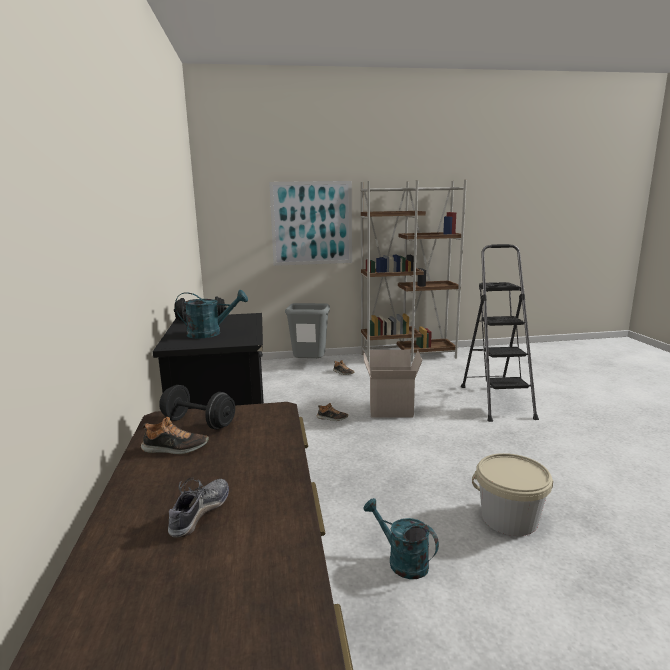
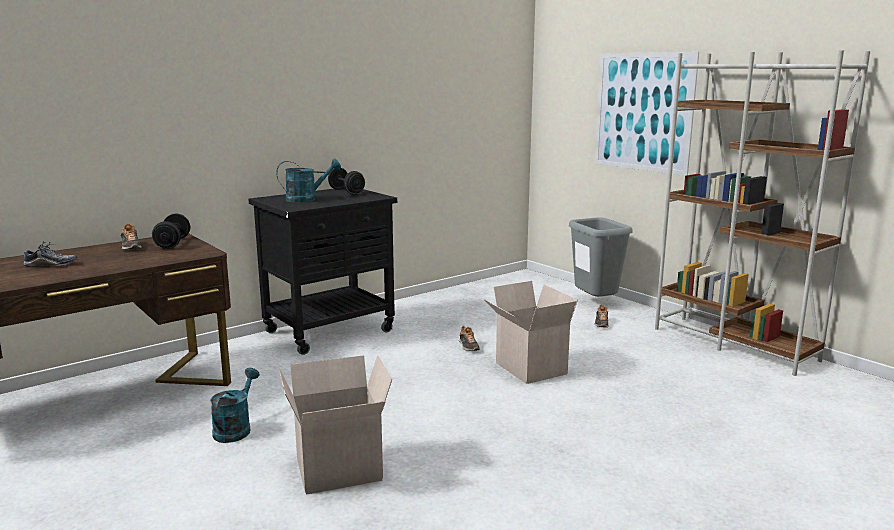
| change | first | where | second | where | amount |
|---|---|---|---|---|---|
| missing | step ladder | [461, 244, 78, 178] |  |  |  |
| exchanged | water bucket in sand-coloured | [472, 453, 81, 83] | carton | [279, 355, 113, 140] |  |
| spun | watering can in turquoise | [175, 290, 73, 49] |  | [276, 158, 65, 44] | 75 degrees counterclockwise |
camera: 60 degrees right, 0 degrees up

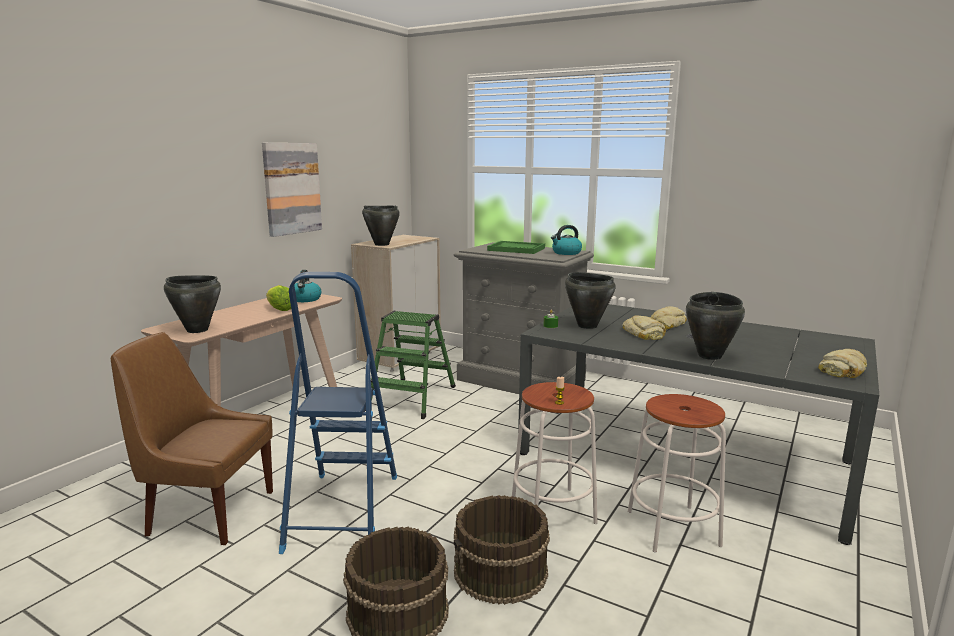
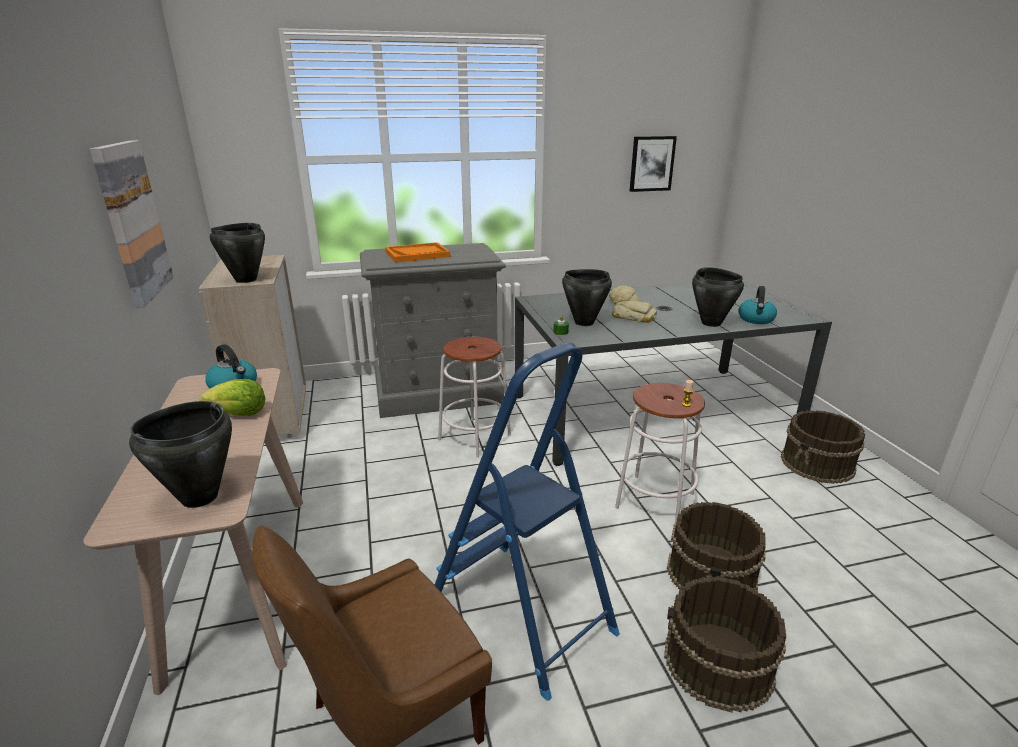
| change | first | where | second | where | amount |
|---|---|---|---|---|---|
| missing | step ladder in green-coloured | [365, 311, 91, 108] |  |  |  |
| missing | baked bread | [818, 349, 49, 29] |  |  |  |
| appeared |  |  | wall picture | [630, 136, 47, 56] |  |
| appeared |  |  | water bucket in brownish | [781, 410, 84, 74] |  |
| relocated | water kettle | [551, 225, 31, 30] |  | [738, 286, 39, 38] |  |
| relocated | stool seat in white-coloured | [628, 394, 98, 159] |  | [438, 337, 73, 121] |  |
| colour | carrying tray in green-coloured | [487, 241, 58, 13] | carrying tray in orange | [385, 242, 65, 21] |  |
camera: 45 degrees left, 10 degrees up

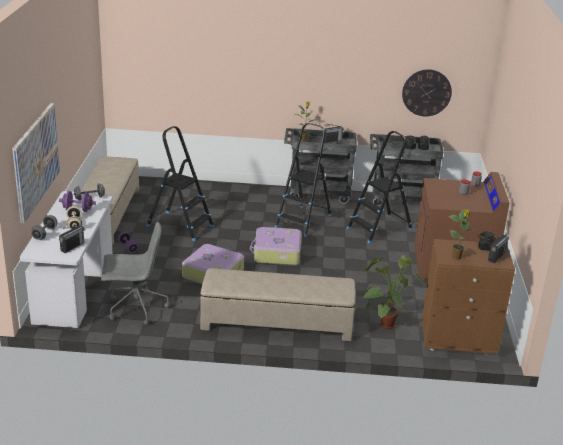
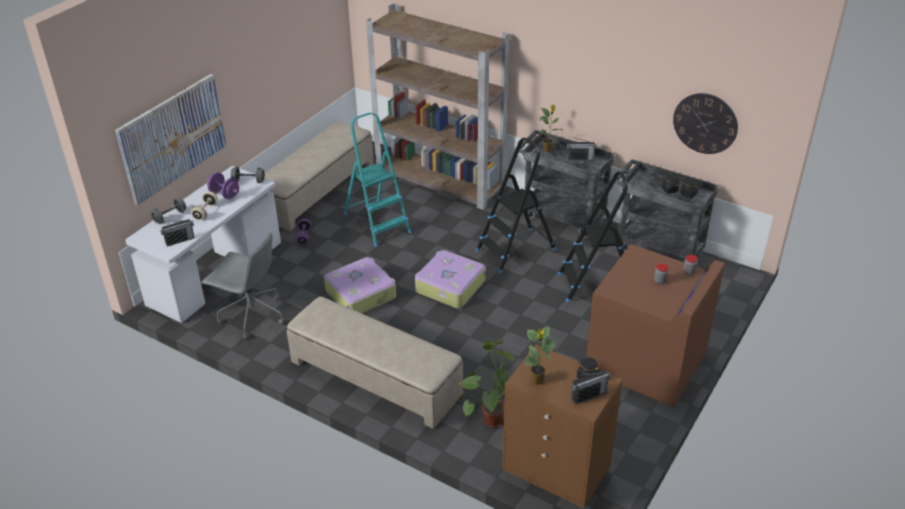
| change | first | where | second | where | amount |
|---|---|---|---|---|---|
| appeared |  |  | bookshelf in brownish | [366, 4, 143, 206] |  |
| colour | step ladder in blackish | [146, 126, 68, 115] | step ladder in turquoise | [344, 113, 67, 134] |  |
camera: 30 degrees right, 10 degrees up

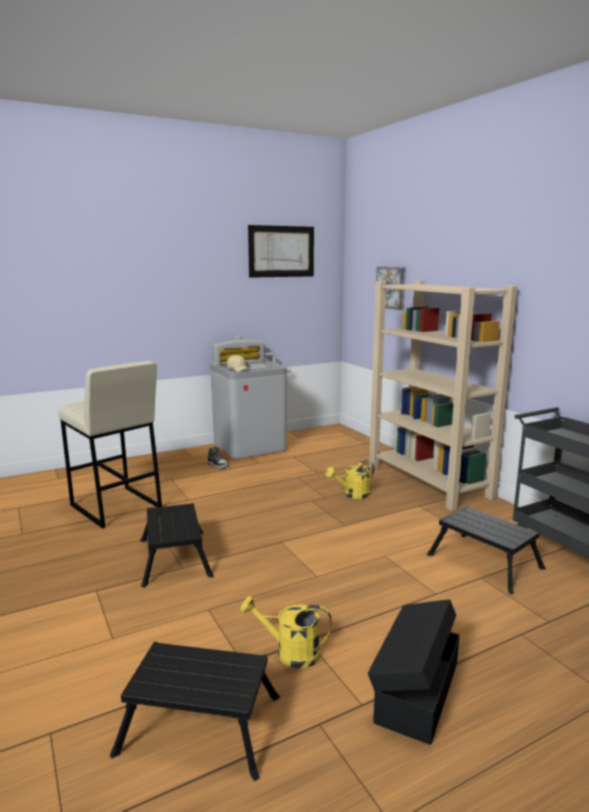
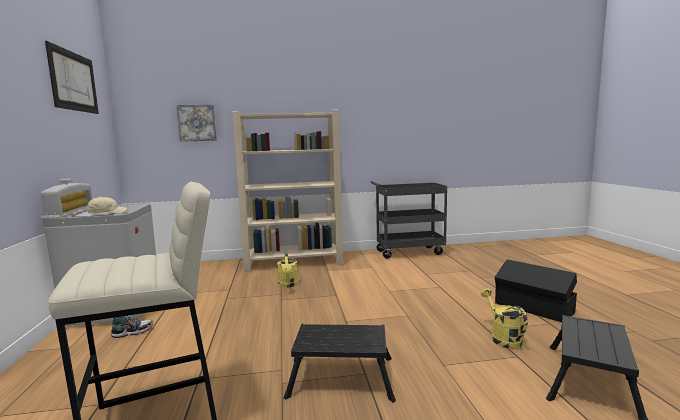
| change | first | where | second | where | amount |
|---|---|---|---|---|---|
| missing | step ladder in blackish | [427, 506, 119, 88] |  |  |  |
| spun | watering can in yellow | [240, 596, 92, 73] |  | [481, 288, 47, 61] | 135 degrees clockwise |
camera: 70 degrees left, 5 degrees down

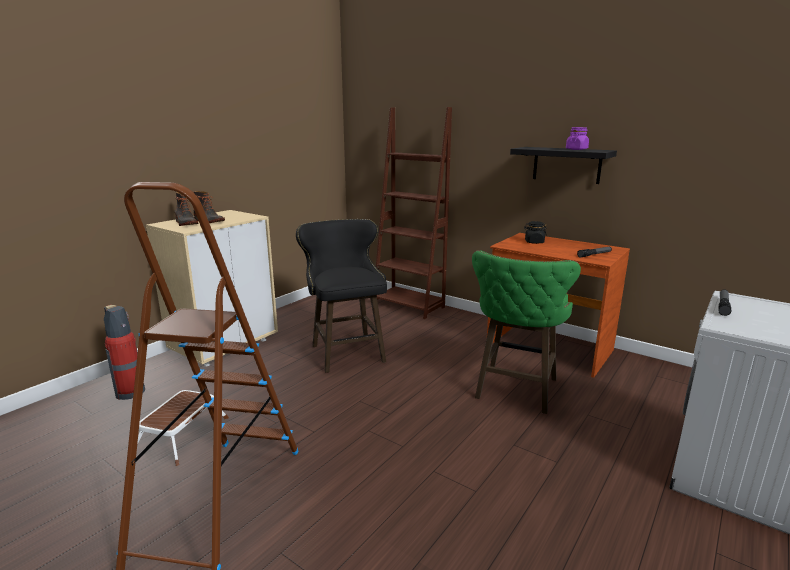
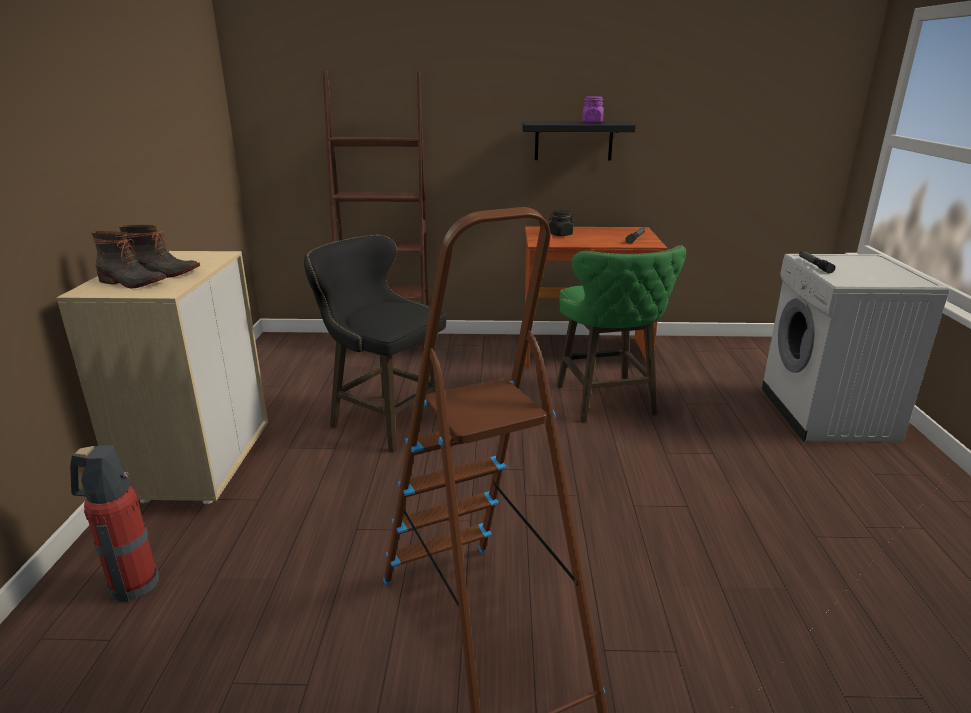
| change | first | where | second | where | amount |
|---|---|---|---|---|---|
| missing | step ladder in brownish | [137, 390, 92, 76] |  |  |  |
camera: 35 degrees left, 5 degrees up

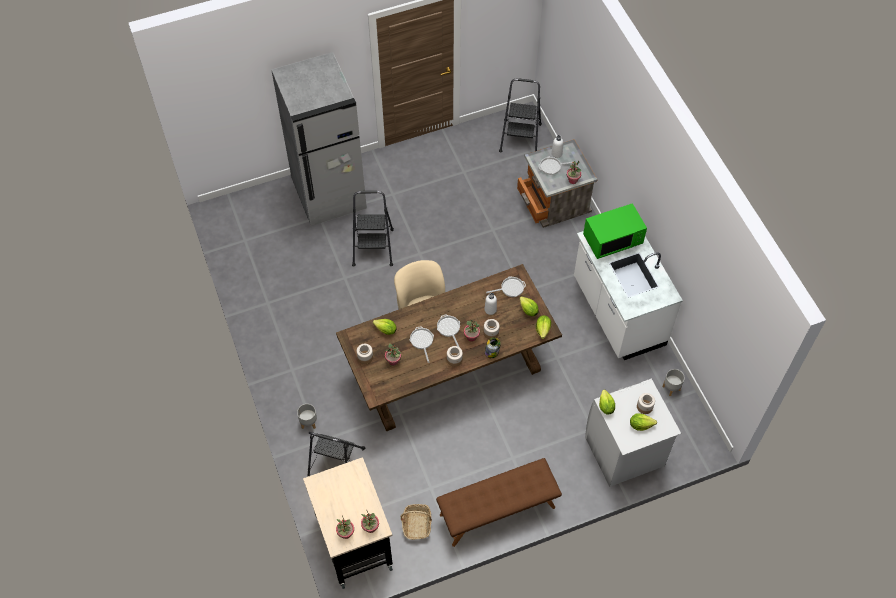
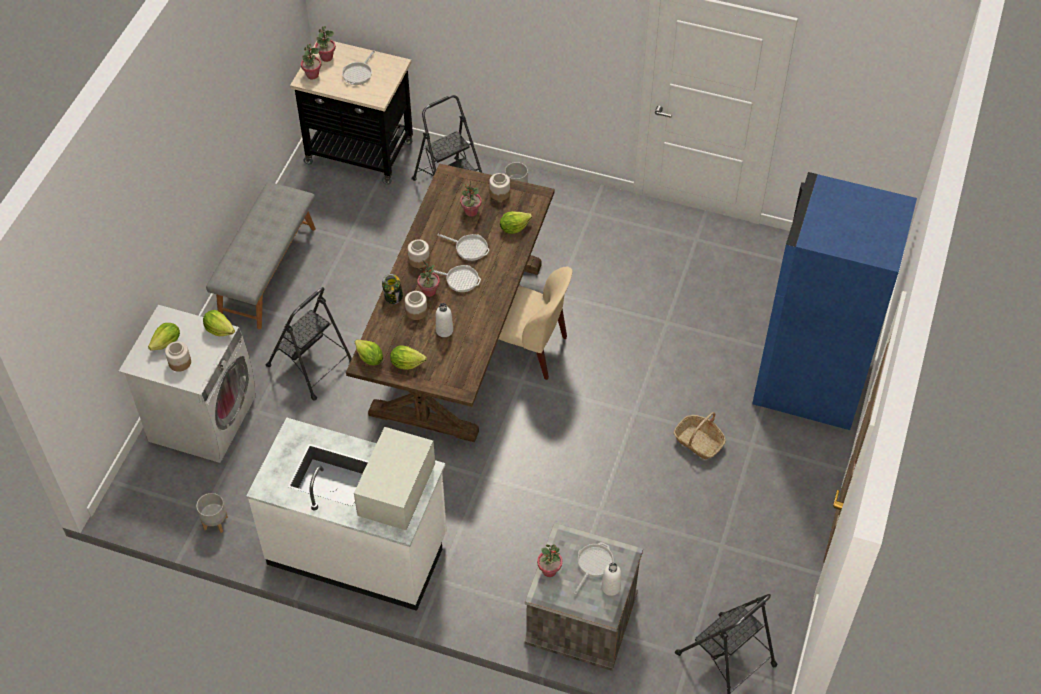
| change | first | where | second | where | amount |
|---|---|---|---|---|---|
| relocated | step ladder in blackish | [352, 191, 42, 75] |  | [266, 287, 86, 114] |  |
| relocated | household basket | [401, 504, 31, 36] |  | [673, 412, 53, 48] |  |
| relocated | skillet | [486, 276, 40, 21] |  | [342, 50, 33, 35] |  |
| colour | kitchen fridge in gray | [271, 52, 96, 174] | kitchen fridge in blue-coloured | [752, 172, 165, 258] |  |
| colour | long seat in brownish | [436, 458, 126, 89] | long seat in gray | [206, 182, 110, 147] |  |
| colour | kitchen microwave in green-coloured | [583, 203, 64, 56] | kitchen microwave in white-coloured | [354, 427, 81, 103] |  |
camera: 130 degrees right, 5 degrees down

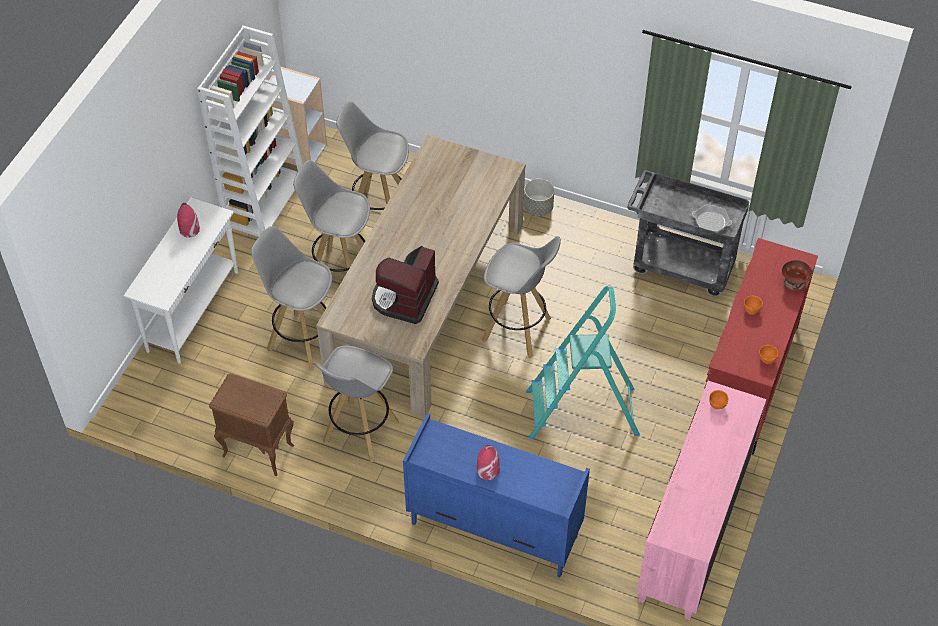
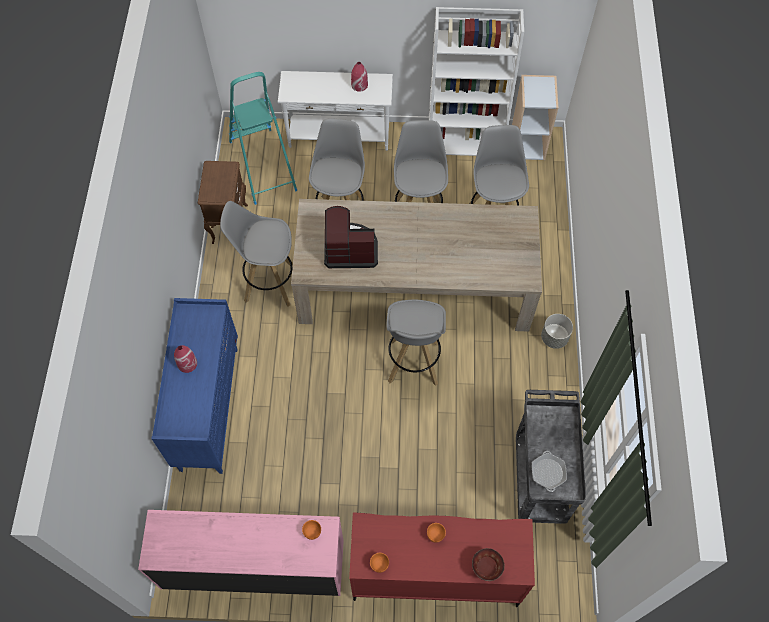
| change | first | where | second | where | amount |
|---|---|---|---|---|---|
| relocated | step ladder in turquoise | [526, 286, 114, 153] |  | [229, 72, 68, 133] |  |
camera: 70 degrees right, 10 degrees up

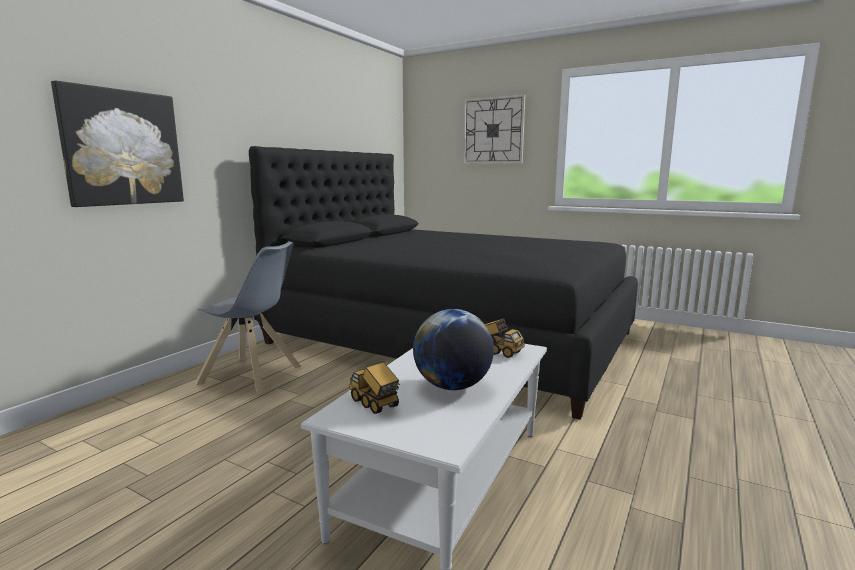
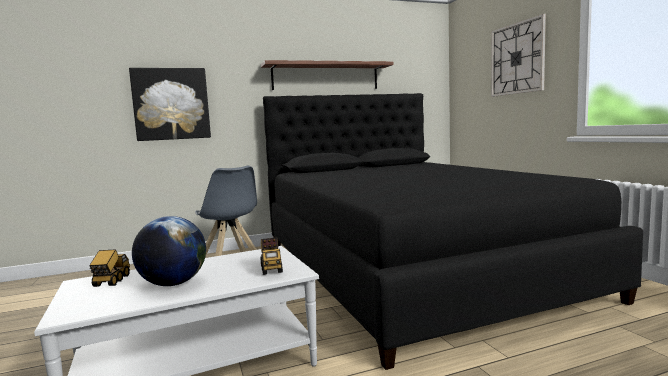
| change | first | where | second | where | amount |
|---|---|---|---|---|---|
| appeared |  |  | wall shelf | [261, 60, 133, 30] |  |
camera: 40 degrees right, 5 degrees down

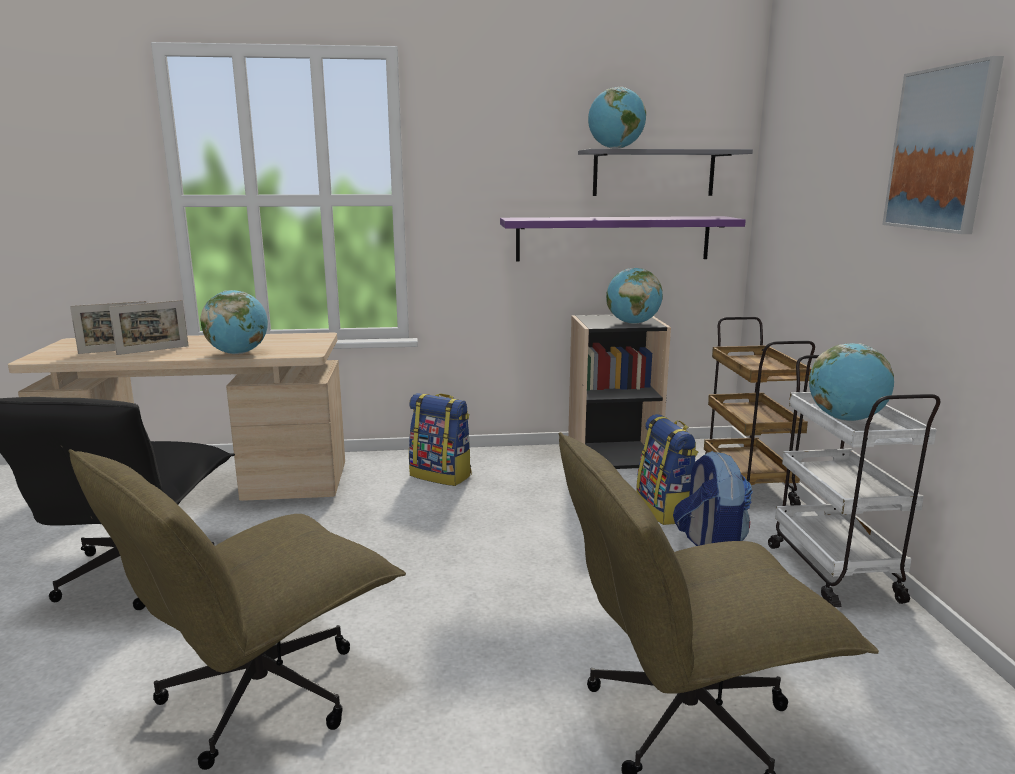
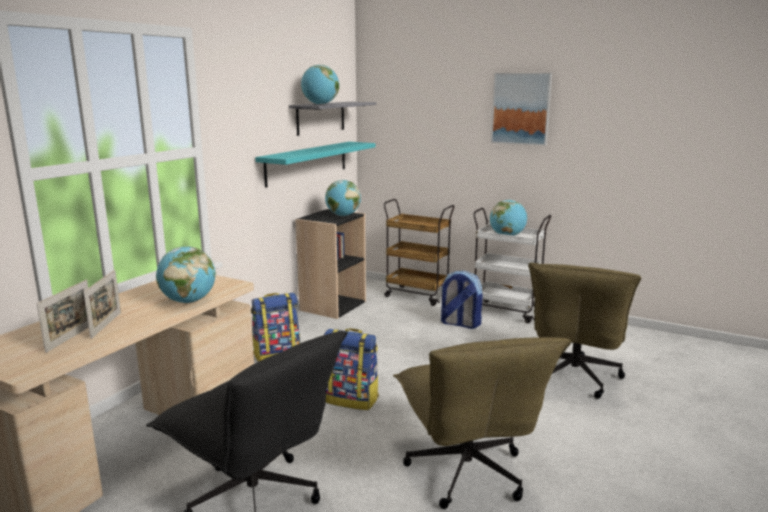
| change | first | where | second | where | amount |
|---|---|---|---|---|---|
| relocated | rucksack | [636, 414, 62, 111] |  | [324, 328, 55, 82] |  |
| colour | wall shelf in purplish | [500, 216, 246, 45] | wall shelf in turquoise | [255, 142, 121, 46] |  |
camera: 55 degrees left, 0 degrees up

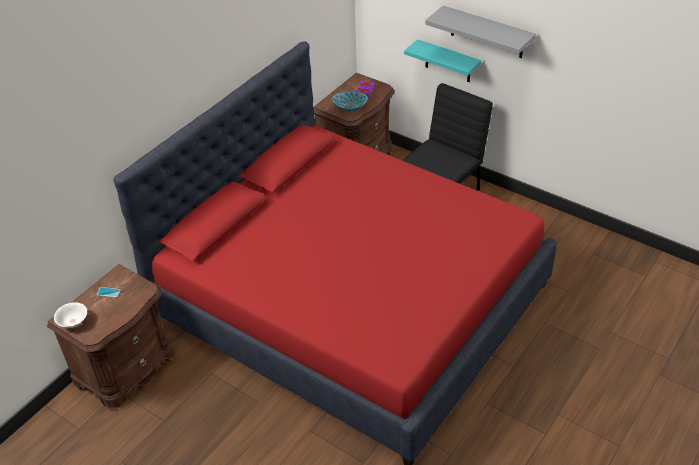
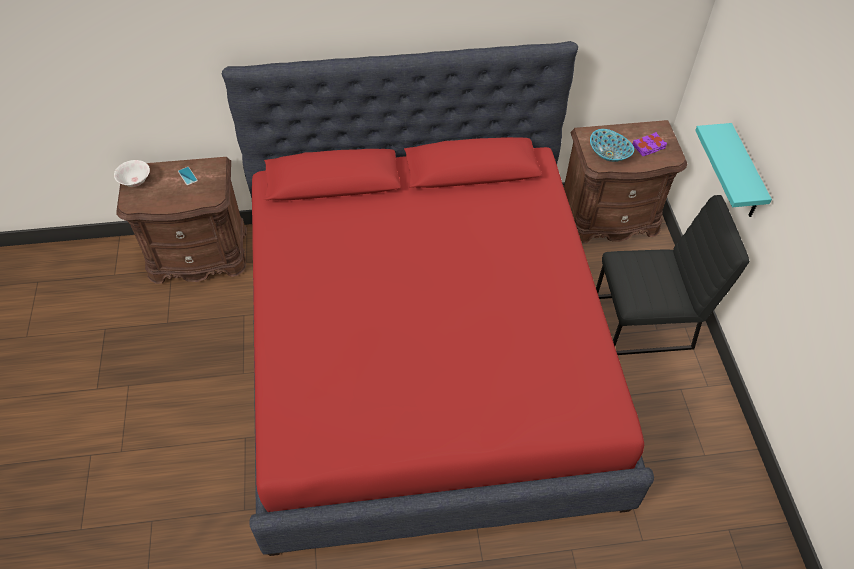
| change | first | where | second | where | amount |
|---|---|---|---|---|---|
| missing | wall shelf in gray | [425, 6, 111, 52] |  |  |  |
camera: 45 degrees right, 10 degrees up

